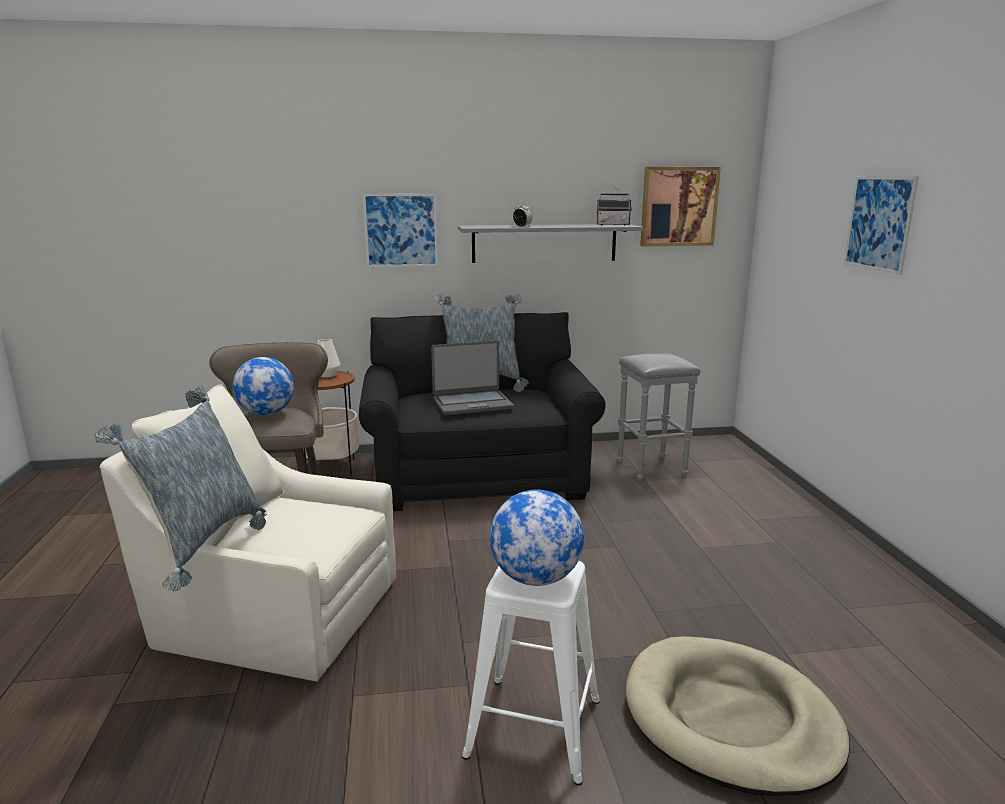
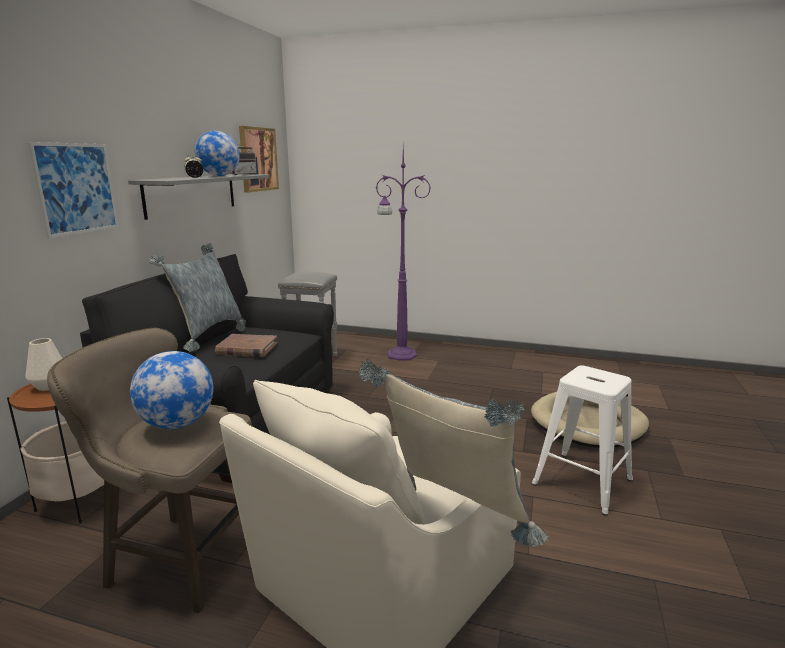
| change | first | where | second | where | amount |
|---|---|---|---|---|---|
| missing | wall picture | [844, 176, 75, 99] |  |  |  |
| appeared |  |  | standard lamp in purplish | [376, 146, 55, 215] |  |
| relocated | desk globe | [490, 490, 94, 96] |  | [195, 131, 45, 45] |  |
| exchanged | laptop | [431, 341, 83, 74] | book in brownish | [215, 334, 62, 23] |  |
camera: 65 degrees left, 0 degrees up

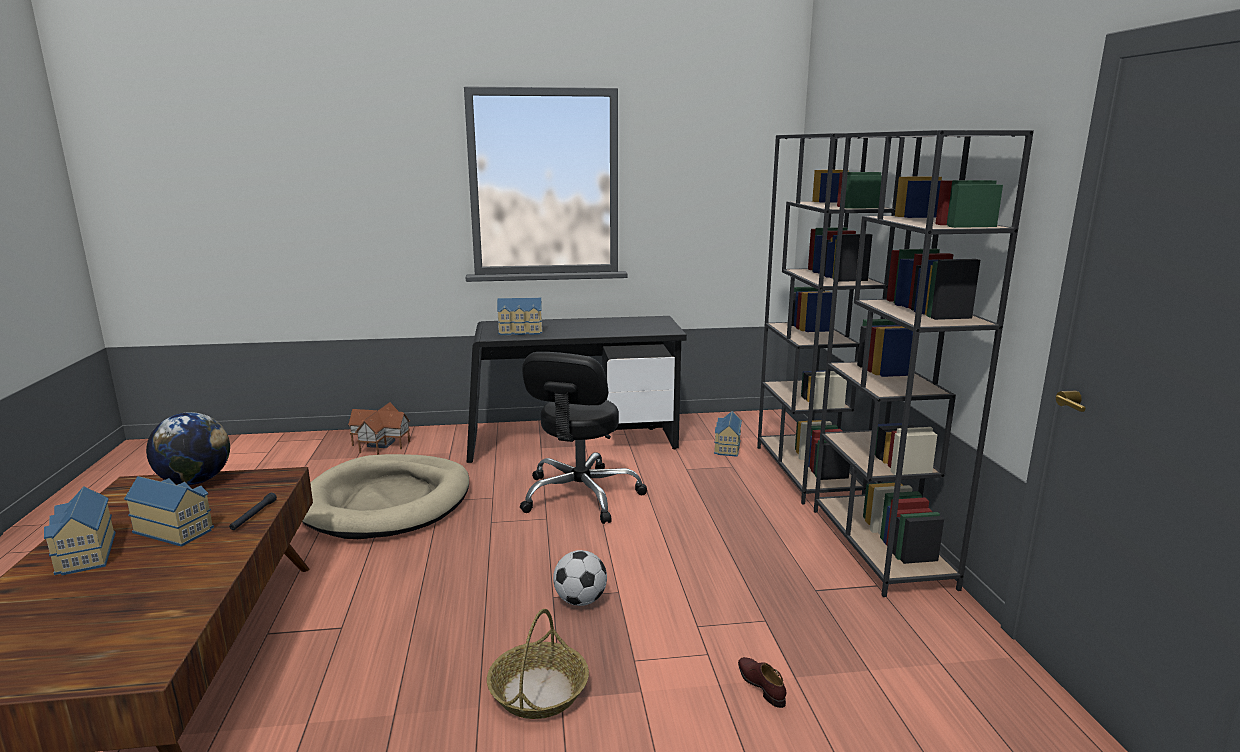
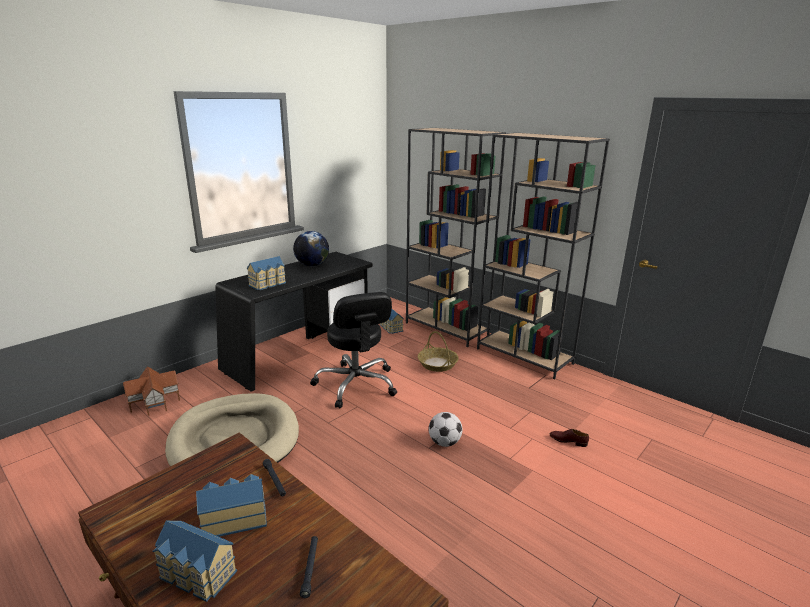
| change | first | where | second | where | amount |
|---|---|---|---|---|---|
| appeared |  |  | torch in blackish | [300, 536, 18, 62] |  |
| relocated | desk globe | [146, 412, 84, 73] |  | [293, 231, 36, 35] |  |
| relocated | household basket | [487, 609, 102, 110] |  | [418, 331, 41, 41] |  |
camera: 40 degrees left, 5 degrees up

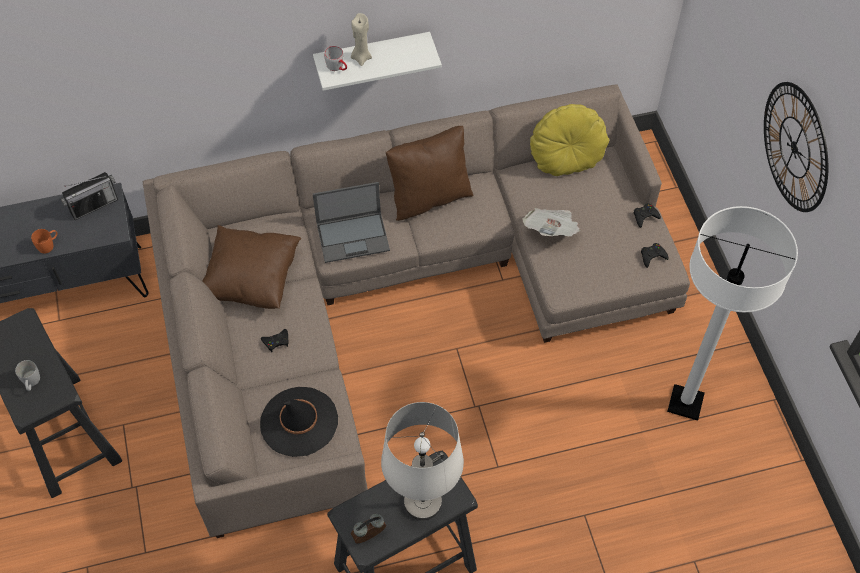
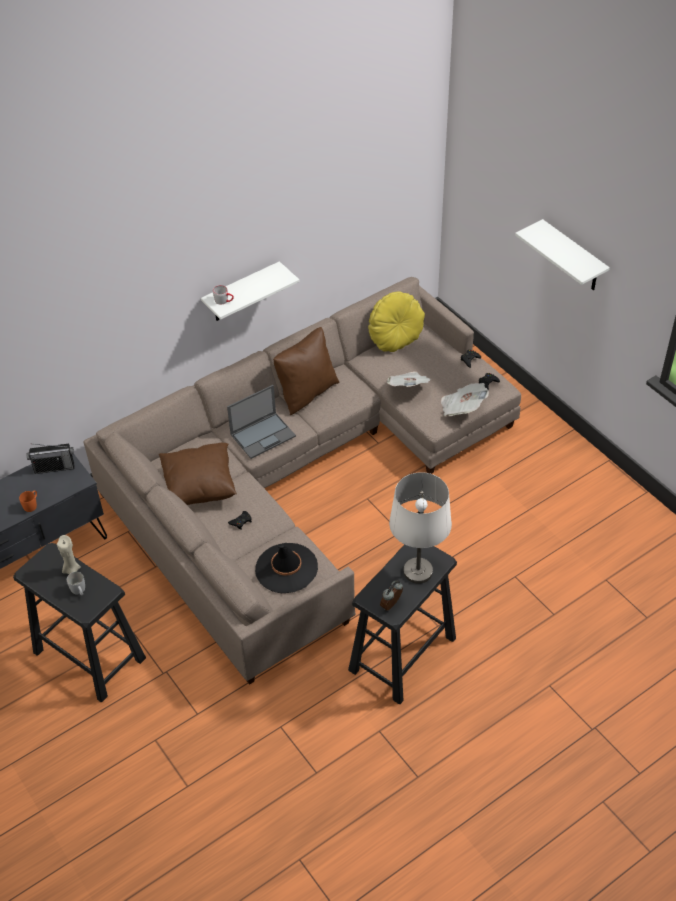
| change | first | where | second | where | amount |
|---|---|---|---|---|---|
| missing | standard lamp in white-coloured | [667, 206, 131, 215] |  |  |  |
| appeared |  |  | newspaper | [441, 383, 48, 33] |  |
| relocated | candle in sand-coloured | [351, 13, 21, 53] |  | [57, 535, 24, 39] |  |
| exchanged | hanging clock | [764, 82, 64, 130] | wall shelf in white-coloured | [515, 219, 95, 71] |  |
| spun | radio | [61, 172, 57, 48] |  | [26, 443, 48, 31] | 45 degrees clockwise |
camera: 20 degrees left, 10 degrees down

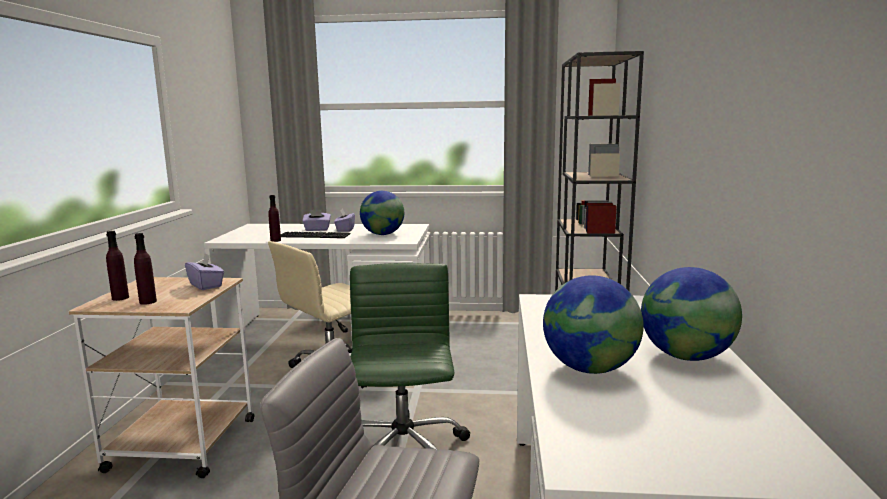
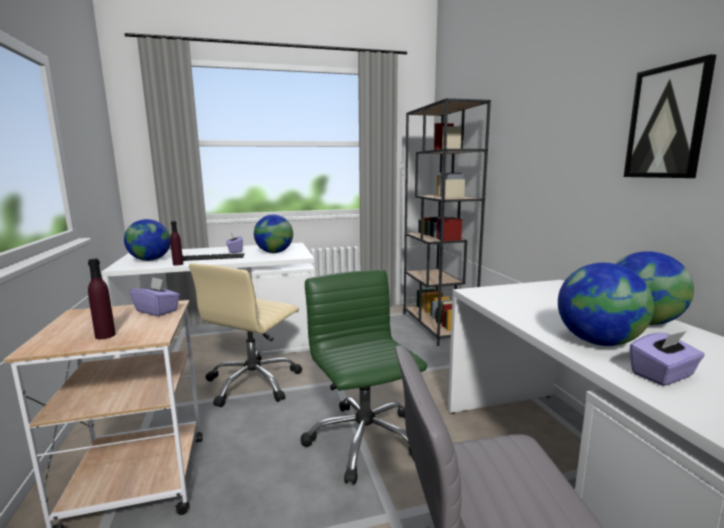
| change | first | where | second | where | amount |
|---|---|---|---|---|---|
| missing | drink bottle in purplish | [106, 231, 23, 70] |  |  |  |
| appeared |  |  | desk globe | [124, 219, 47, 42] |  |
| appeared |  |  | wall picture | [624, 54, 92, 124] |  |
| relocated | box of tissues in purplish | [302, 210, 29, 21] |  | [630, 331, 75, 55] |  |
camera: 20 degrees left, 0 degrees up

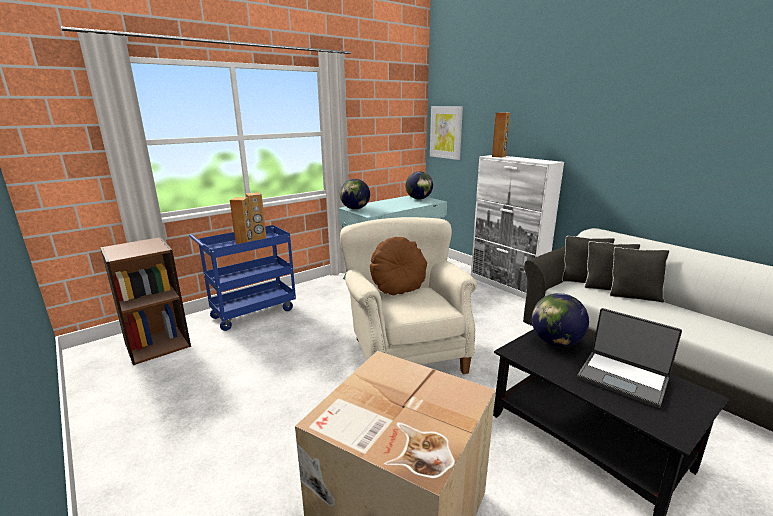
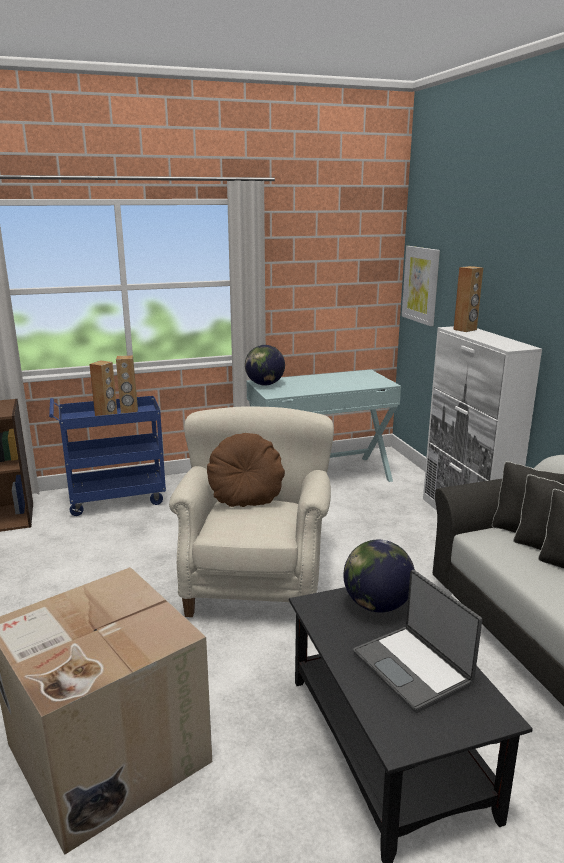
| change | first | where | second | where | amount |
|---|---|---|---|---|---|
| missing | desk globe | [406, 171, 27, 28] |  |  |  |
camera: 20 degrees right, 0 degrees up

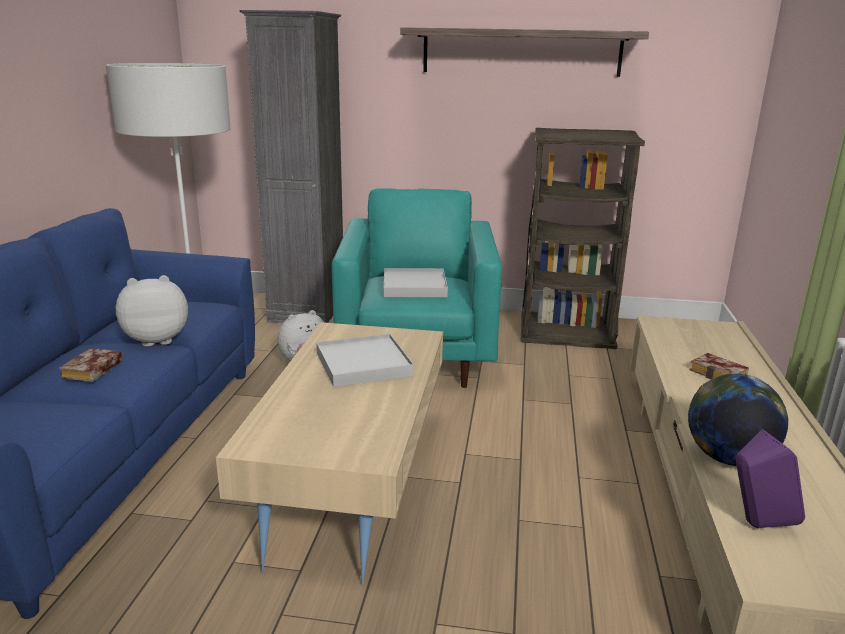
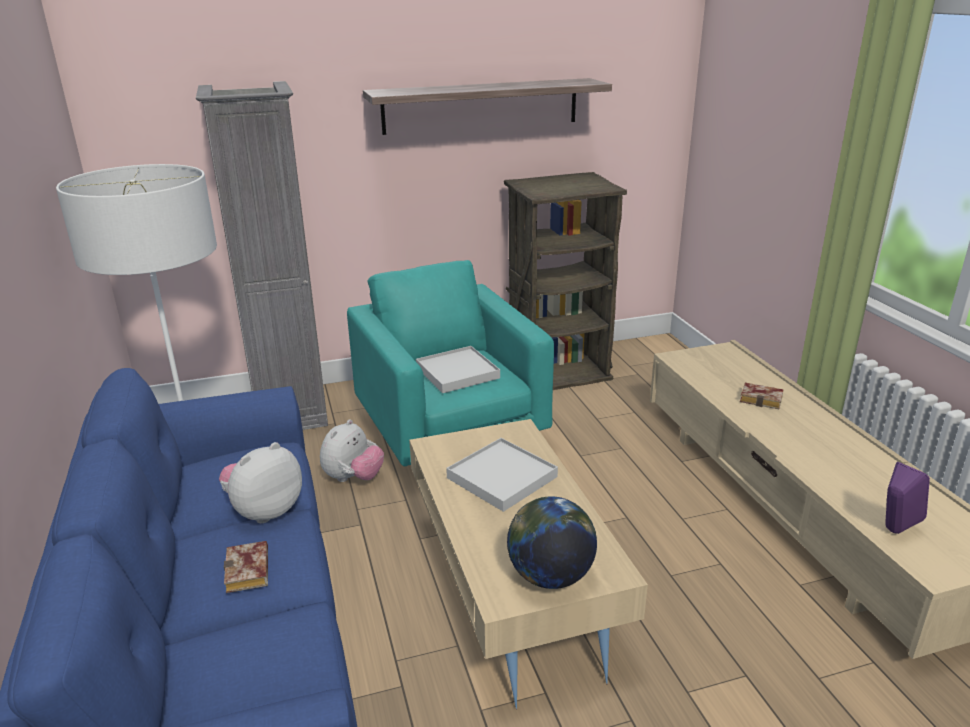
| change | first | where | second | where | amount |
|---|---|---|---|---|---|
| relocated | desk globe | [688, 374, 100, 92] |  | [507, 496, 90, 93] |  |
camera: 25 degrees left, 5 degrees up

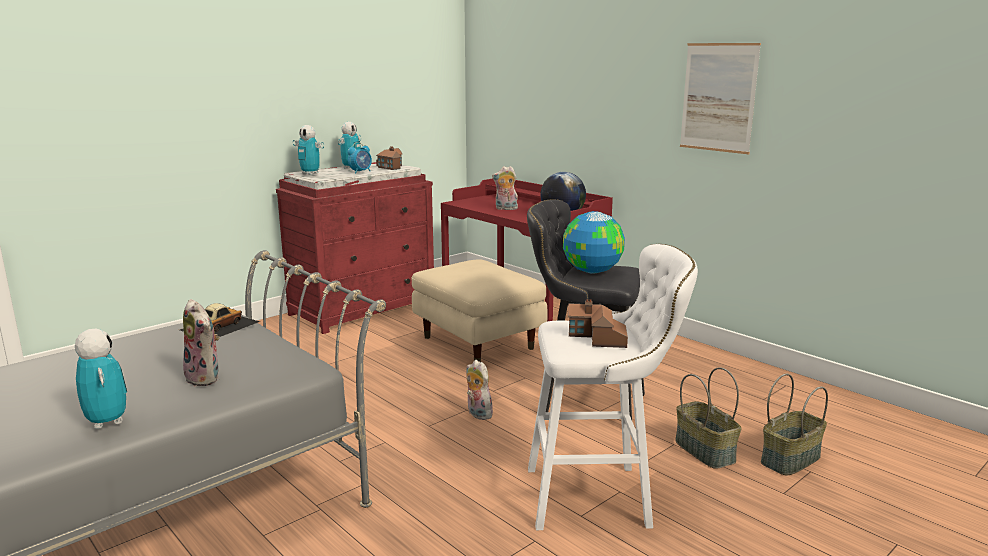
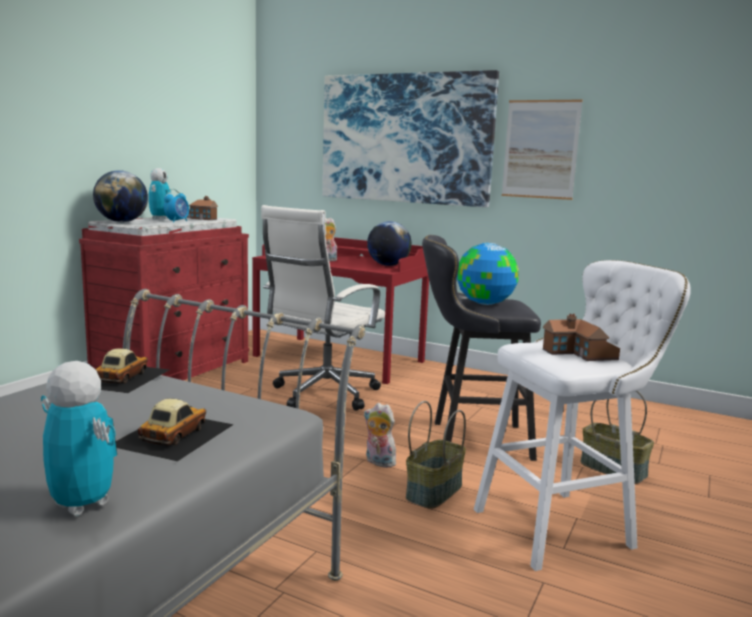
| change | first | where | second | where | amount |
|---|---|---|---|---|---|
| appeared |  |  | wall picture | [322, 70, 177, 137] |  |
| relocated | household basket | [761, 373, 67, 103] |  | [406, 401, 60, 108] |  |
| exchanged | plush toy | [183, 299, 36, 88] | miniature car | [116, 398, 118, 63] |  |
| exchanged | robot figure | [293, 125, 31, 50] | desk globe | [93, 170, 55, 52] |  |
| exchanged | footrest in sand-coloured | [412, 259, 136, 103] | computer chair in white-coloured | [261, 205, 124, 206] |  |
camera: 20 degrees left, 5 degrees down

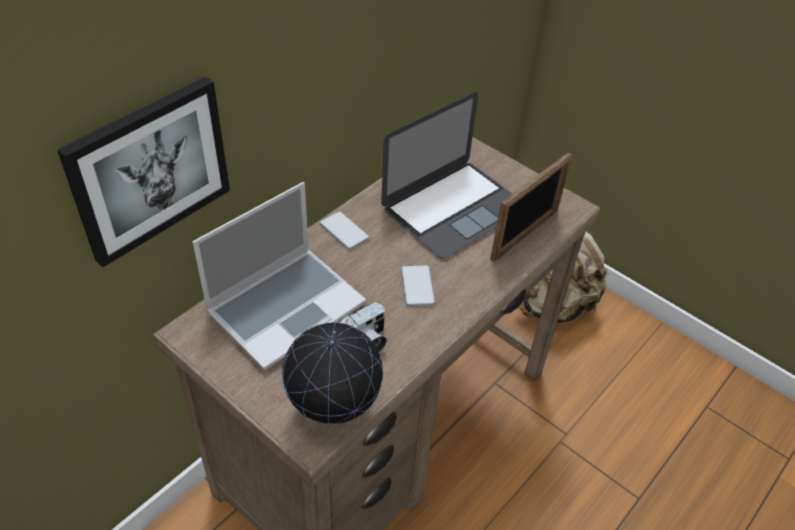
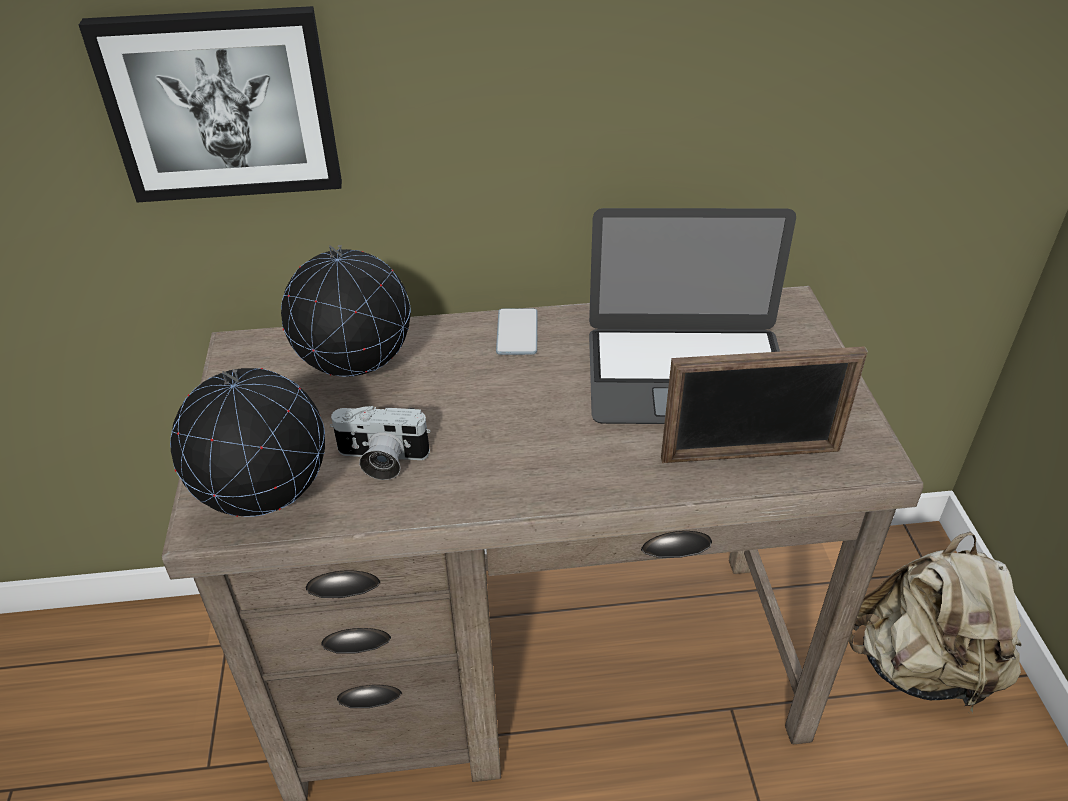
| change | first | where | second | where | amount |
|---|---|---|---|---|---|
| missing | phone | [401, 265, 34, 41] |  |  |  |
| exchanged | laptop | [192, 182, 174, 189] | desk globe | [281, 245, 130, 132] |  |
camera: 45 degrees right, 5 degrees down

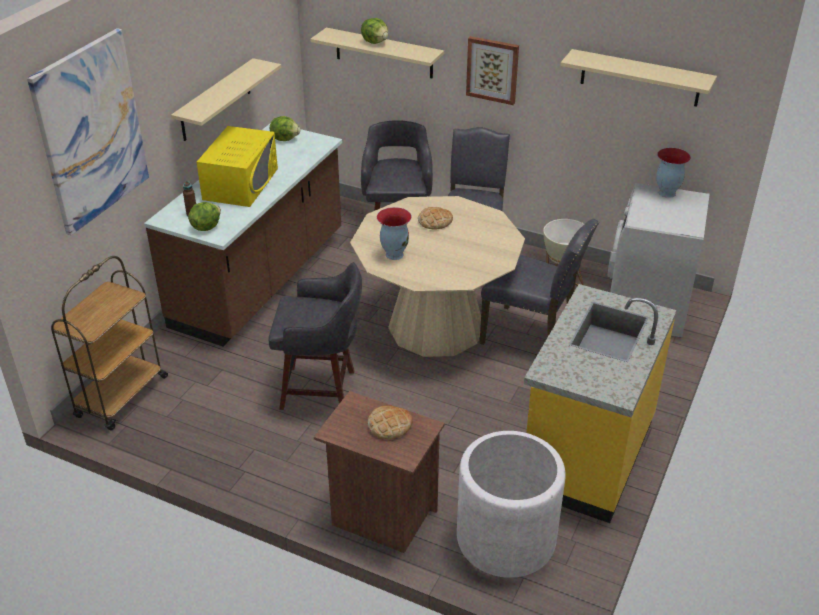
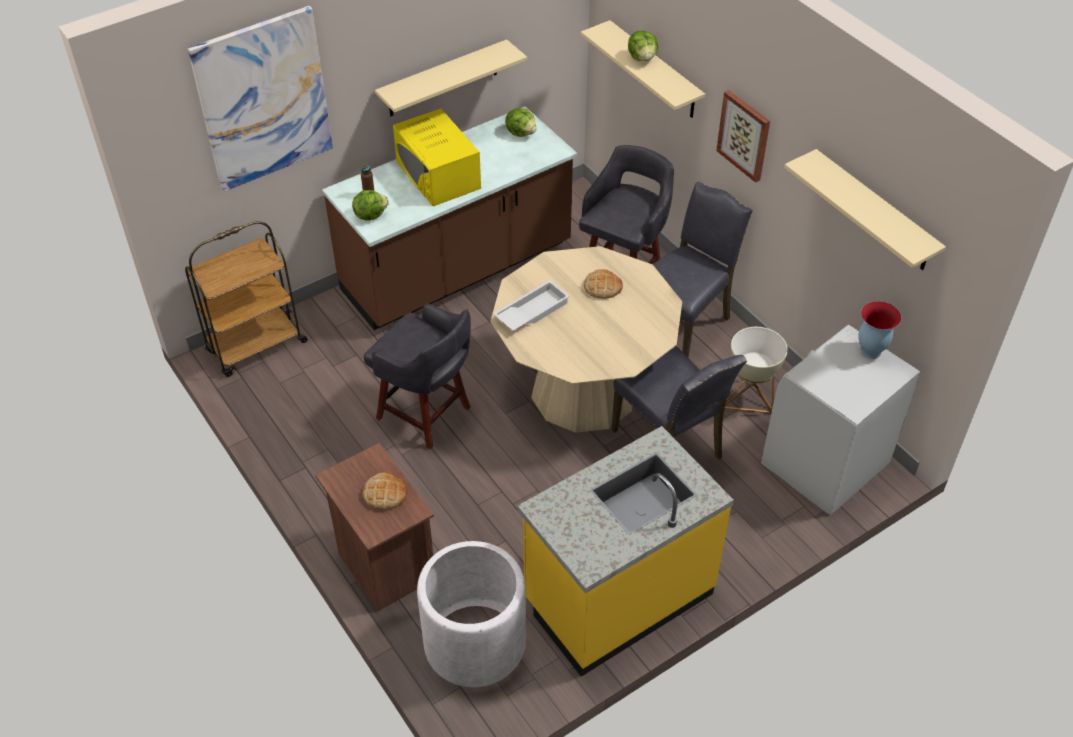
| change | first | where | second | where | amount |
|---|---|---|---|---|---|
| exchanged | vase | [377, 207, 35, 53] | carrying tray in white-coloured | [493, 280, 77, 51] |  |
| spun | kitchen microwave in yellow | [197, 126, 81, 81] |  | [393, 108, 88, 98] | 105 degrees clockwise |
camera: 30 degrees right, 10 degrees up

